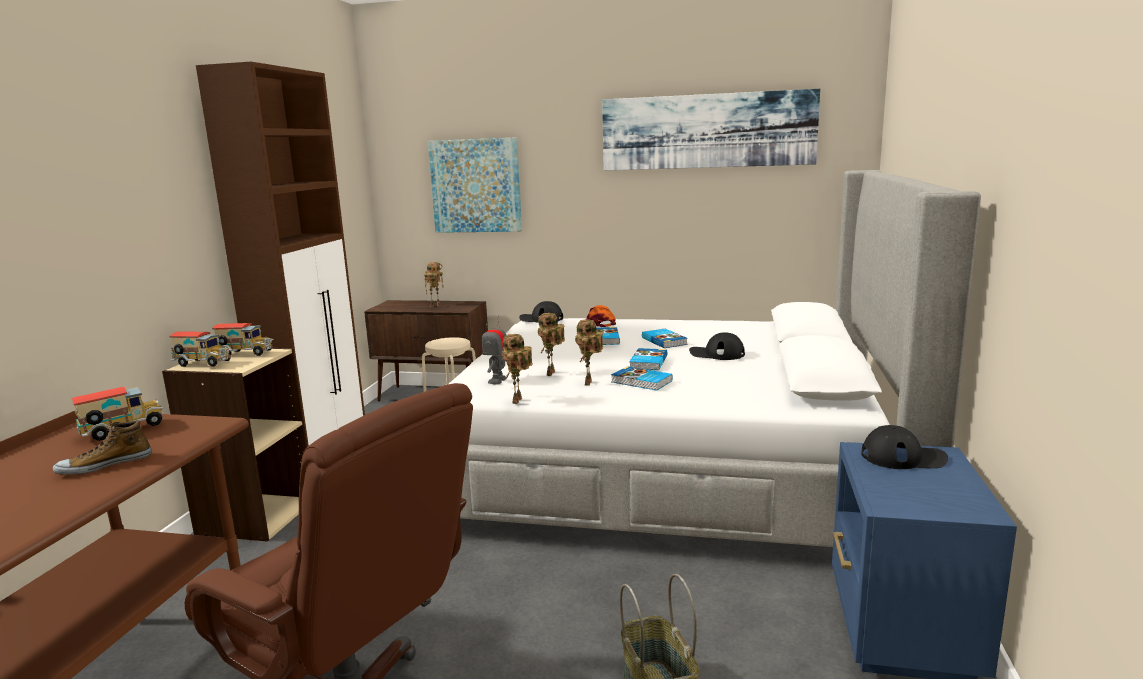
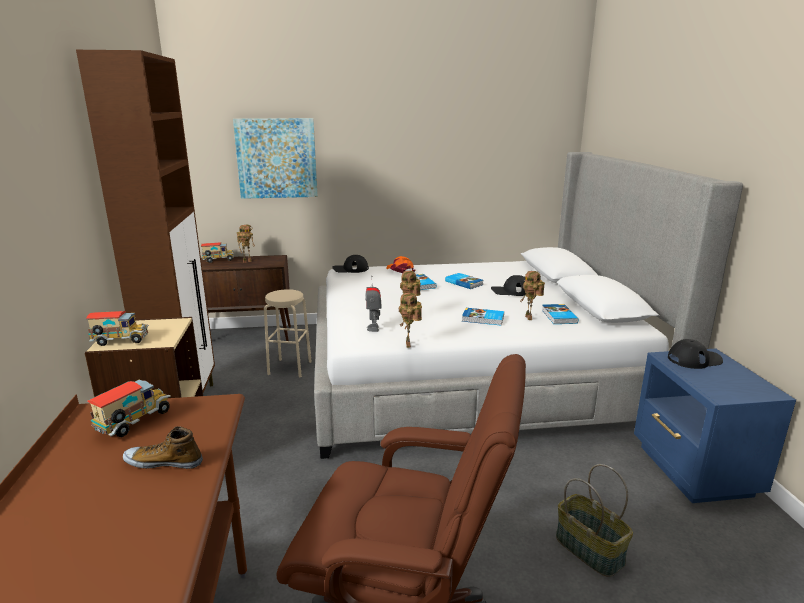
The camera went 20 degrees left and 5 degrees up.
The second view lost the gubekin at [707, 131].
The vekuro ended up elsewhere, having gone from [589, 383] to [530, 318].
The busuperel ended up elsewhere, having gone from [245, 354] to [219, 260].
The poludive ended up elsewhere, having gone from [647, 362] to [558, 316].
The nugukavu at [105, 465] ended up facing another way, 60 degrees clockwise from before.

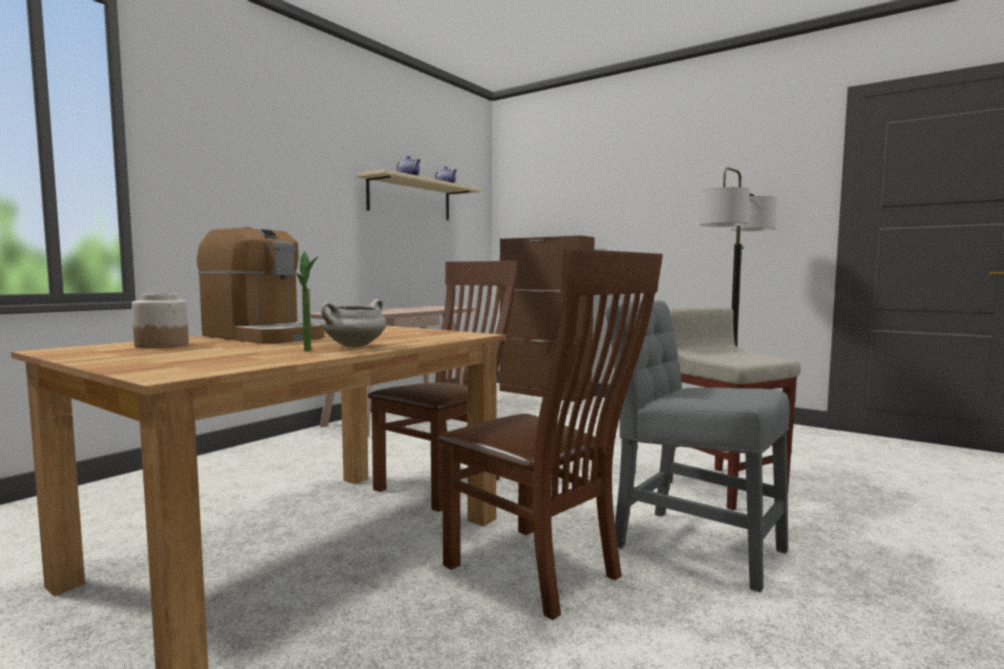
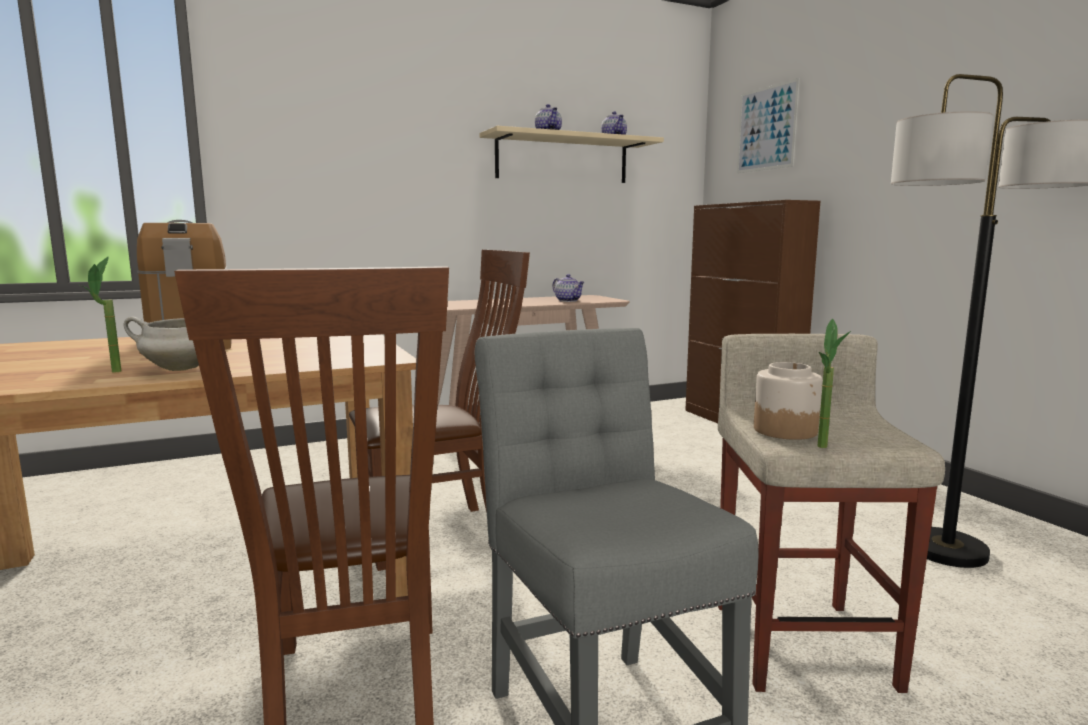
The camera went 30 degrees right and 5 degrees up.
The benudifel ended up elsewhere, having gone from [162, 345] to [785, 430].
The second view gained the gubekin at [766, 128].
The second view gained the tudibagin at [568, 301].
The second view gained the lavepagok at [825, 449].

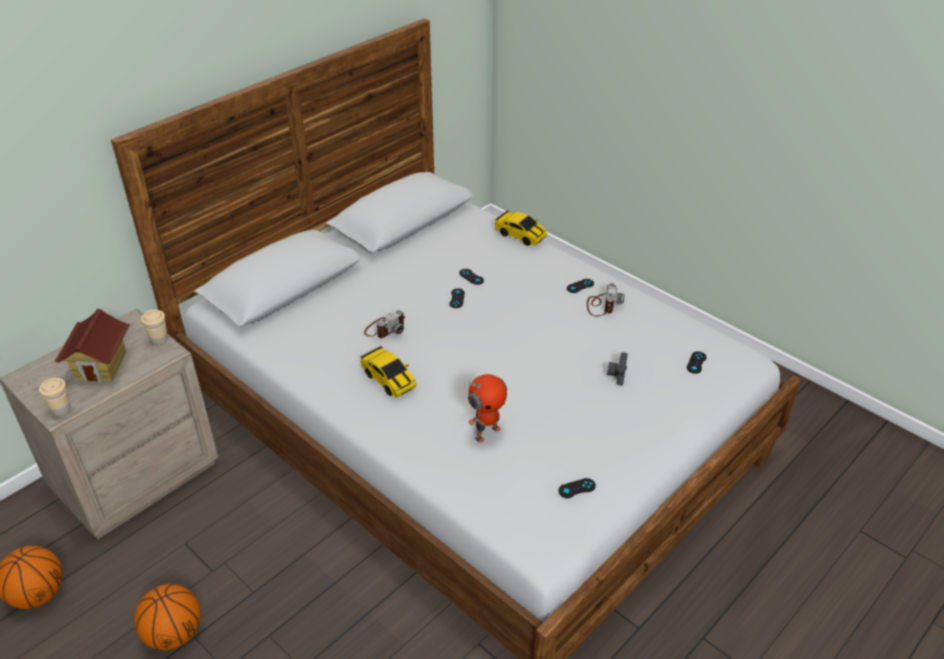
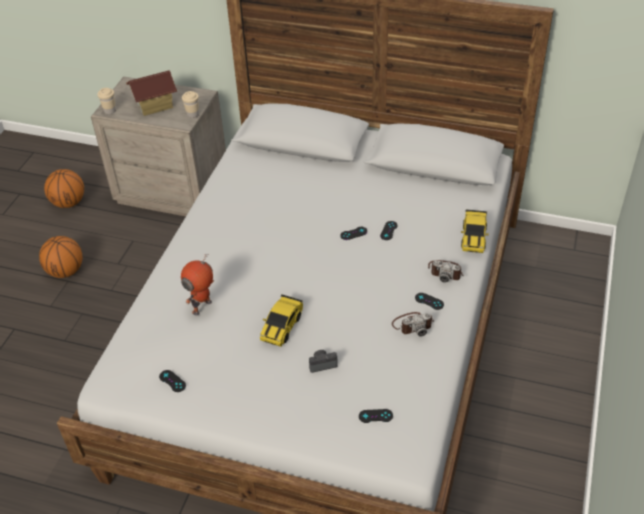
The camera went 65 degrees right and 5 degrees up.
The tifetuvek ended up elsewhere, having gone from [385, 328] to [445, 271].
The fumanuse ended up elsewhere, having gone from [389, 379] to [282, 326].
The vekuro at [486, 432] ended up facing another way, 105 degrees clockwise from before.

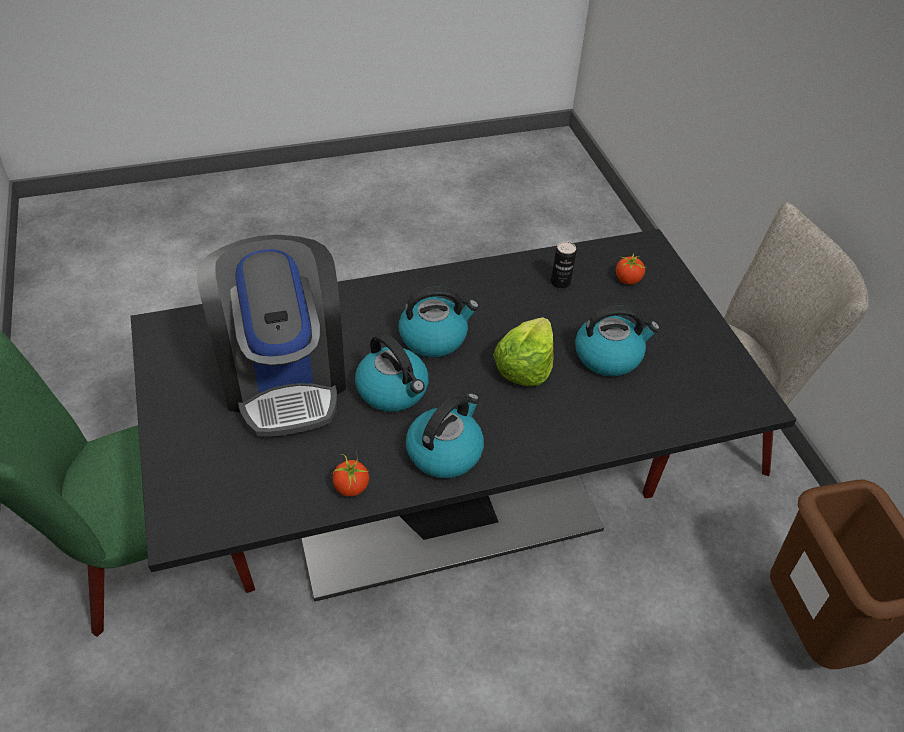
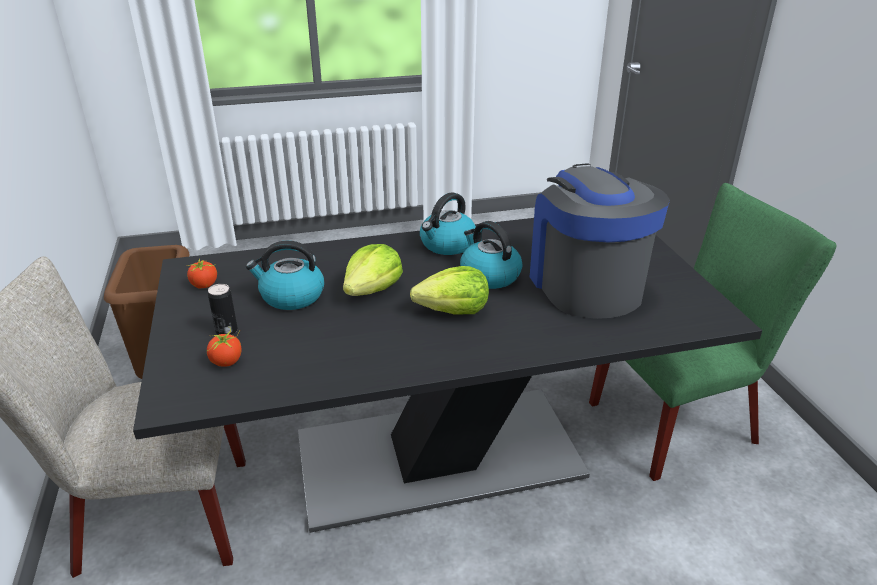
The camera went 175 degrees left and 15 degrees down.
The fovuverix ended up elsewhere, having gone from [560, 283] to [226, 331].
Where the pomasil stood at [434, 337], the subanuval came to stand at [453, 310].
The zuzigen ended up elsewhere, having gone from [351, 487] to [204, 285].

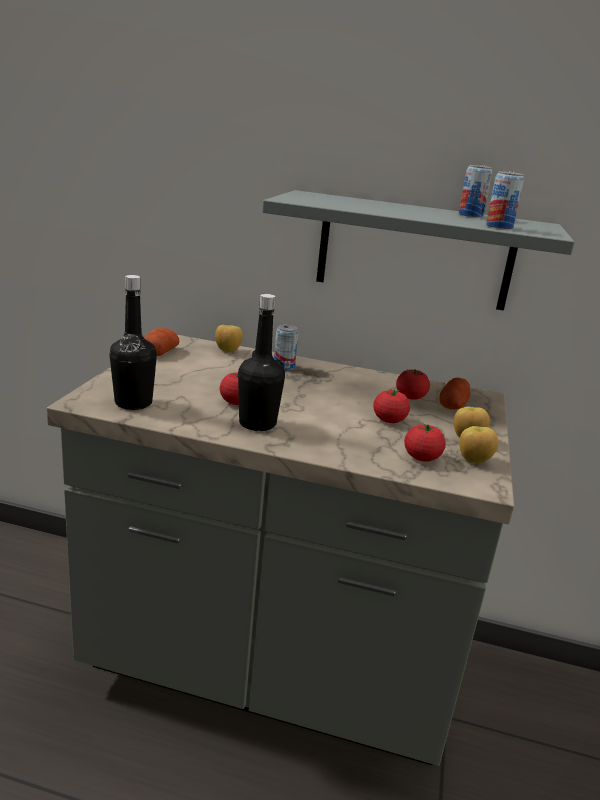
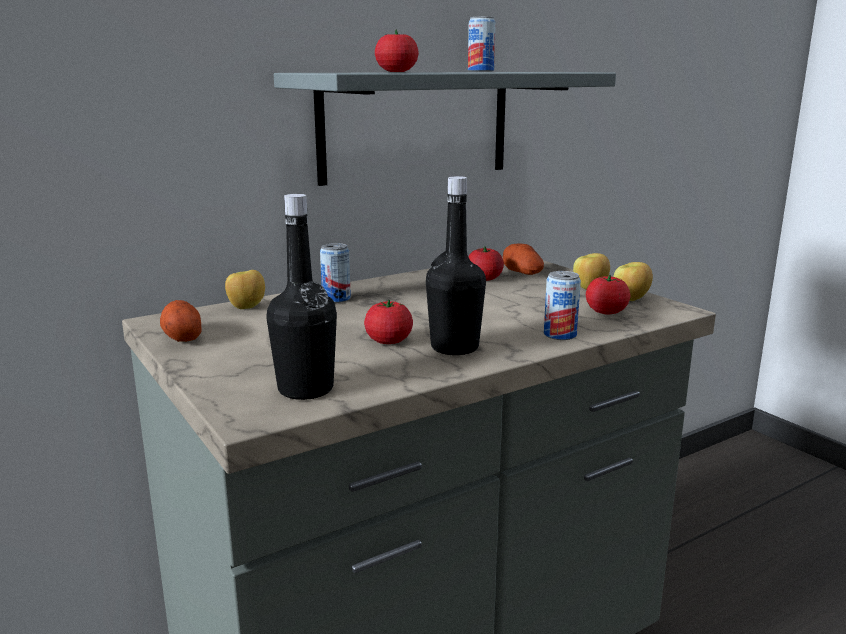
The camera went 45 degrees left and 5 degrees down.
The fovuverix ended up elsewhere, having gone from [499, 226] to [560, 335].
The zuzigen ended up elsewhere, having gone from [389, 420] to [396, 71].

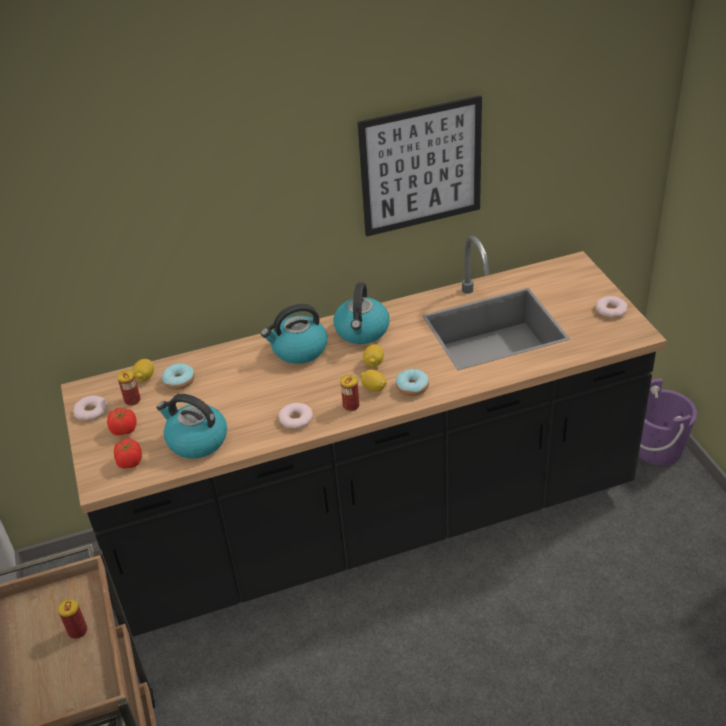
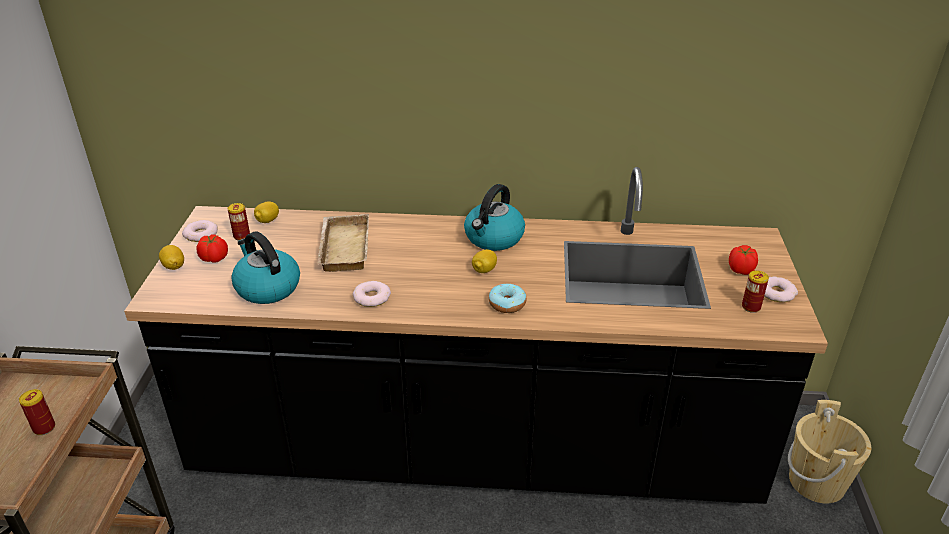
The camera went 20 degrees right and 5 degrees down.
The second view lost the gubekin at [421, 167].
The second view lost the pomasil at [299, 350].
The second view lost the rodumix at [179, 381].
The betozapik ended up elsewhere, having gone from [374, 388] to [174, 266].
The fovuverix ended up elsewhere, having gone from [351, 406] to [751, 307].
What was the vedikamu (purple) at [658, 449] turned into the vedikamu (beige) at [816, 481].
The zuzigen ended up elsewhere, having gone from [129, 462] to [740, 270].
The second view gained the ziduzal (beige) at [342, 247].

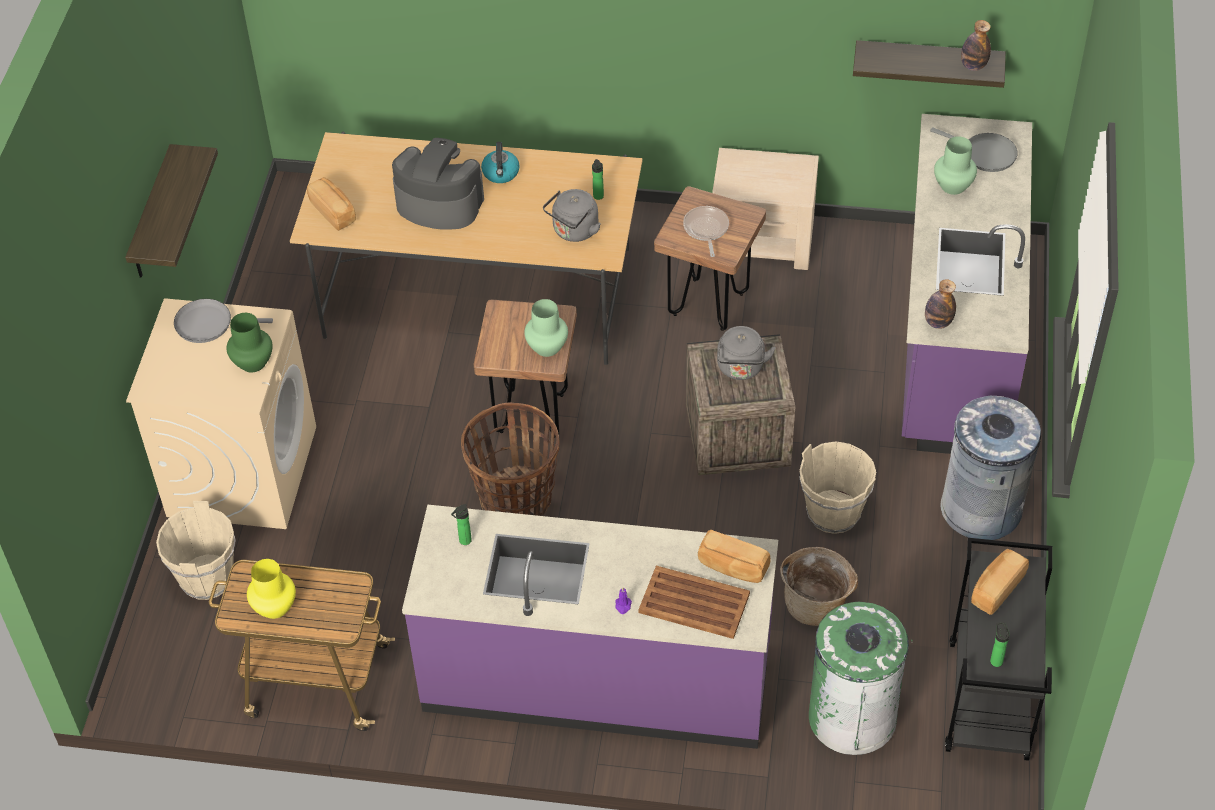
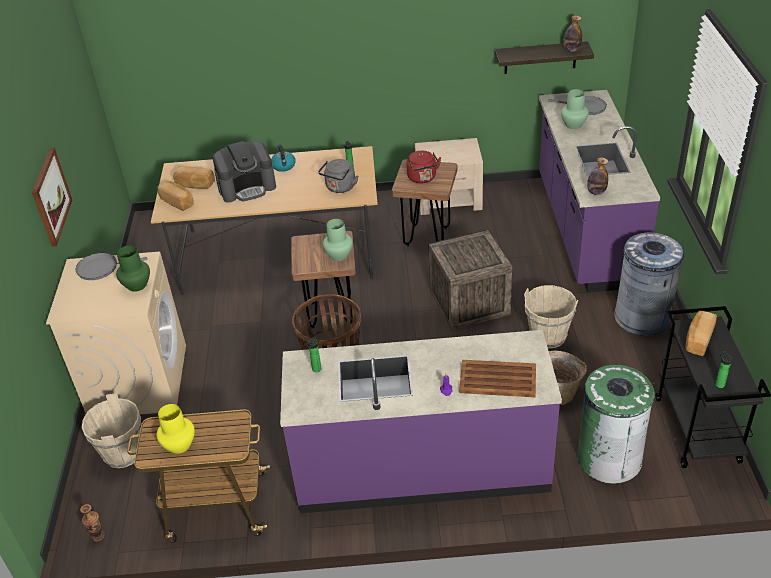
The camera went 10 degrees left and 10 degrees down.
The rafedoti at [439, 203] ended up facing another way, 150 degrees clockwise from before.
Where the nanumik hung at [152, 216], the gubekin came to hang at [50, 196].
Where the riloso stood at [706, 229], the pomasil (red) came to stand at [423, 178].
The second view lost the pomasil (grey) at [741, 369].
The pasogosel ended up elsewhere, having gone from [733, 566] to [195, 185].
The second view gained the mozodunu at [98, 536].

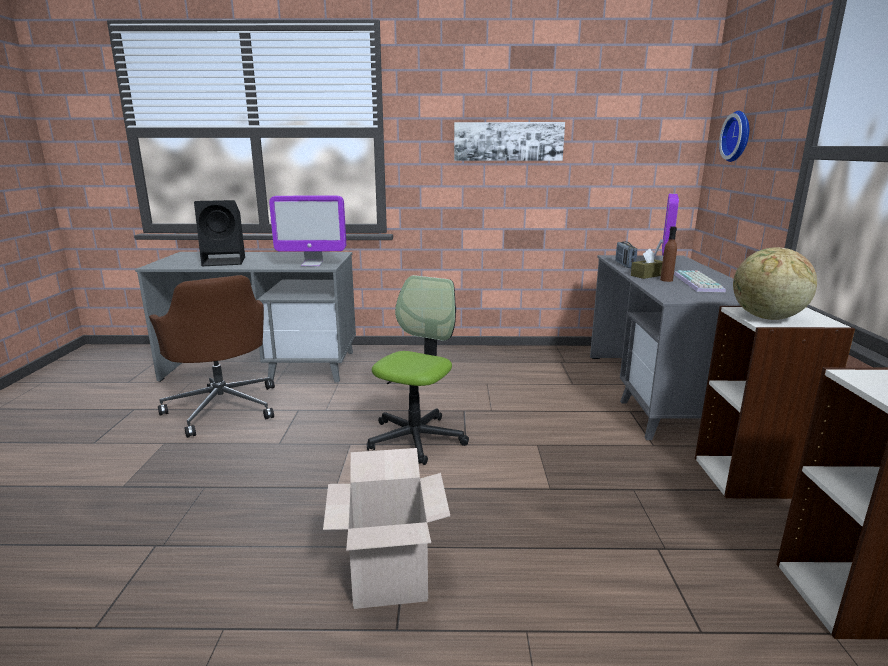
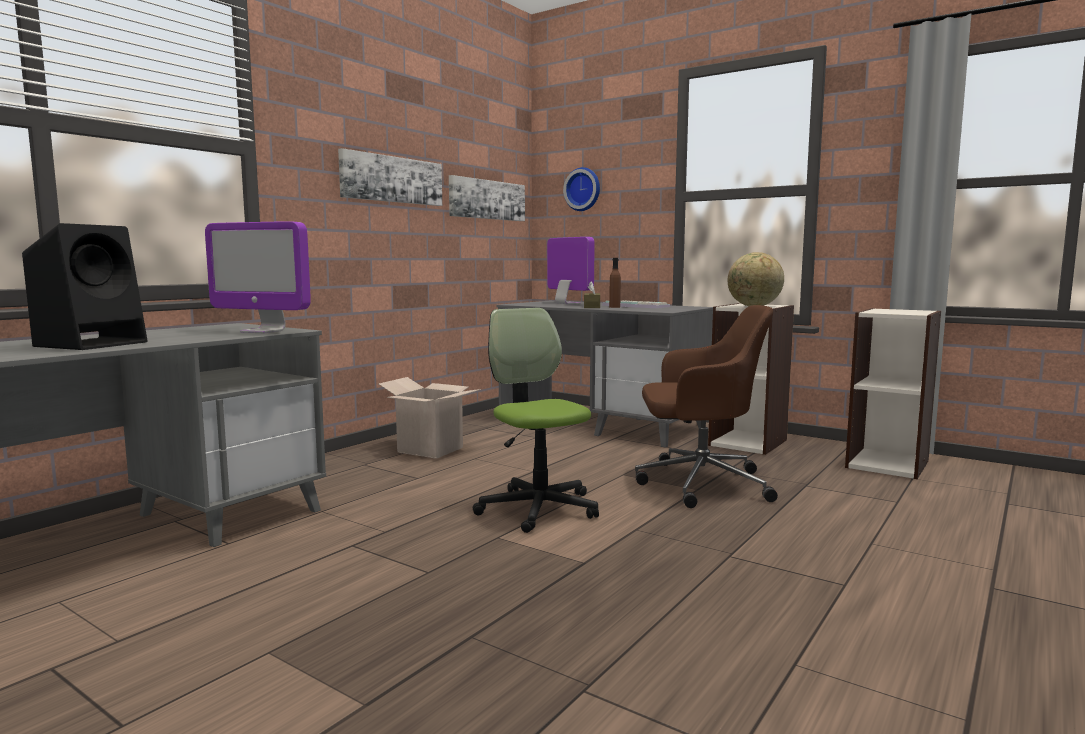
The camera went 55 degrees left and 10 degrees down.
The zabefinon at [312, 264] ended up facing another way, 75 degrees clockwise from before.
The second view lost the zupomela at [624, 265].
The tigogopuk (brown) ended up elsewhere, having gone from [223, 407] to [699, 484].
The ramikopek ended up elsewhere, having gone from [389, 576] to [430, 450].
The second view gained the gubekin at [487, 199].

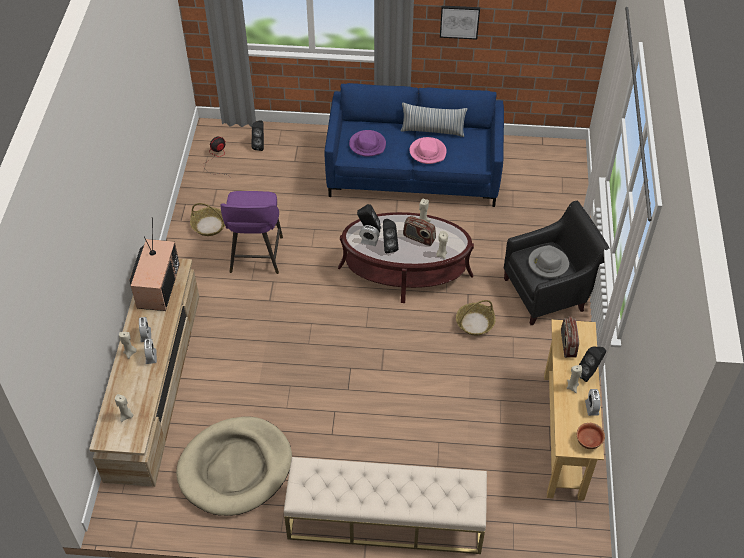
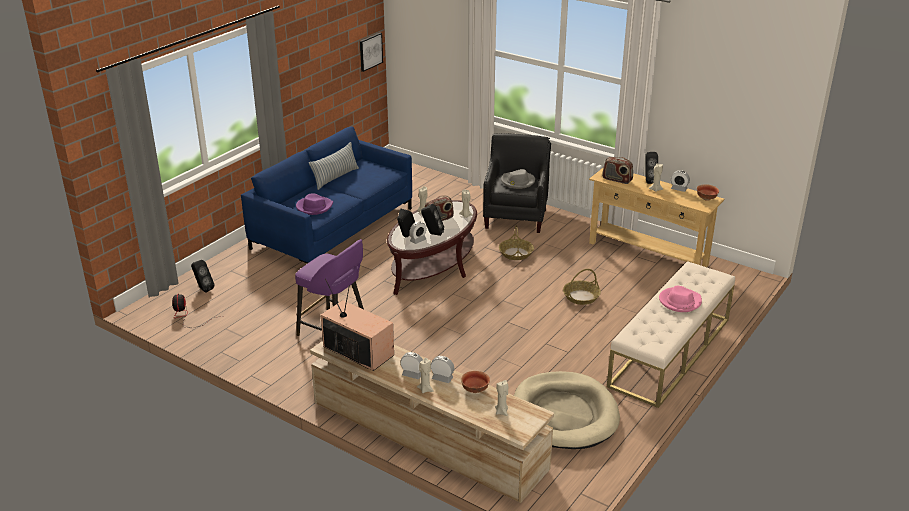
The camera went 60 degrees left and 20 degrees down.
The gubekin ended up elsewhere, having gone from [459, 21] to [370, 51].
The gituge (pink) ended up elsewhere, having gone from [428, 152] to [679, 301].
The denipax ended up elsewhere, having gone from [209, 225] to [581, 297].
The second view gained the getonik at [475, 389].

